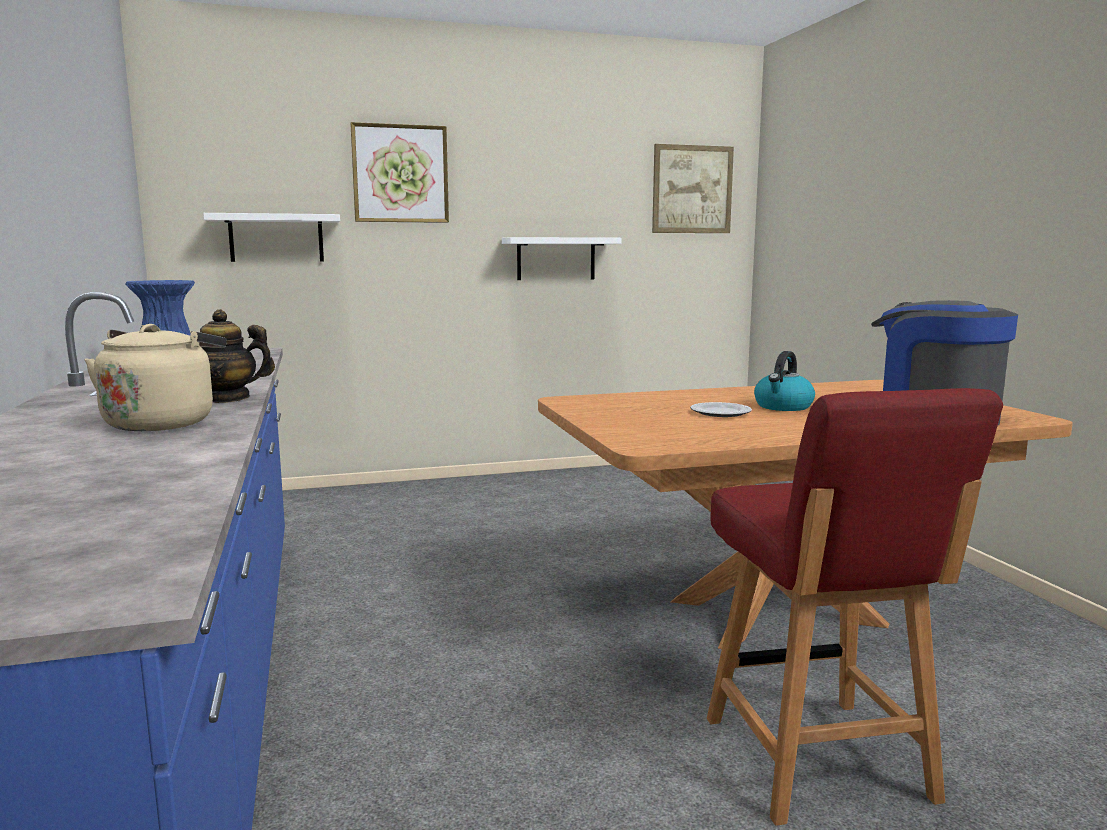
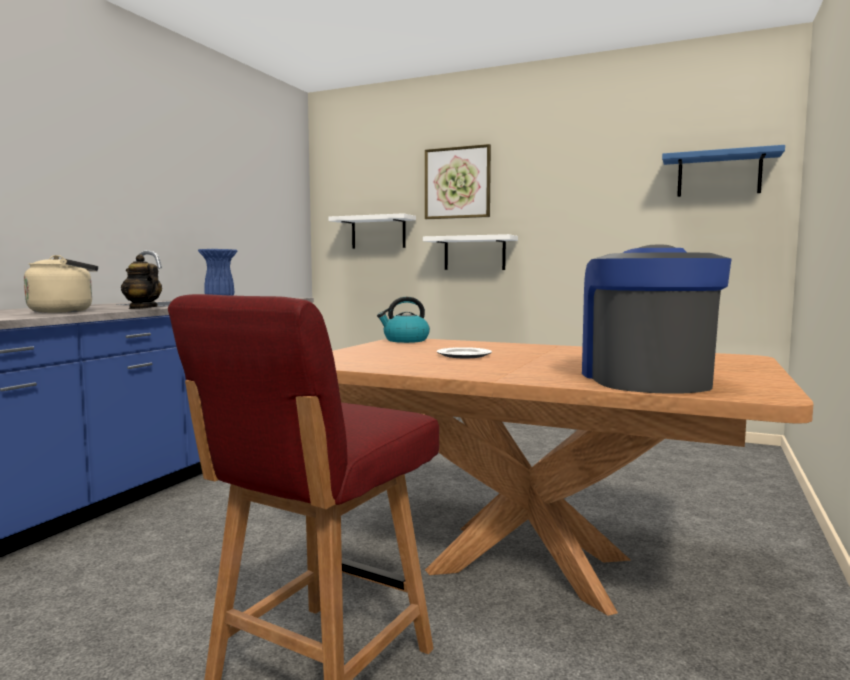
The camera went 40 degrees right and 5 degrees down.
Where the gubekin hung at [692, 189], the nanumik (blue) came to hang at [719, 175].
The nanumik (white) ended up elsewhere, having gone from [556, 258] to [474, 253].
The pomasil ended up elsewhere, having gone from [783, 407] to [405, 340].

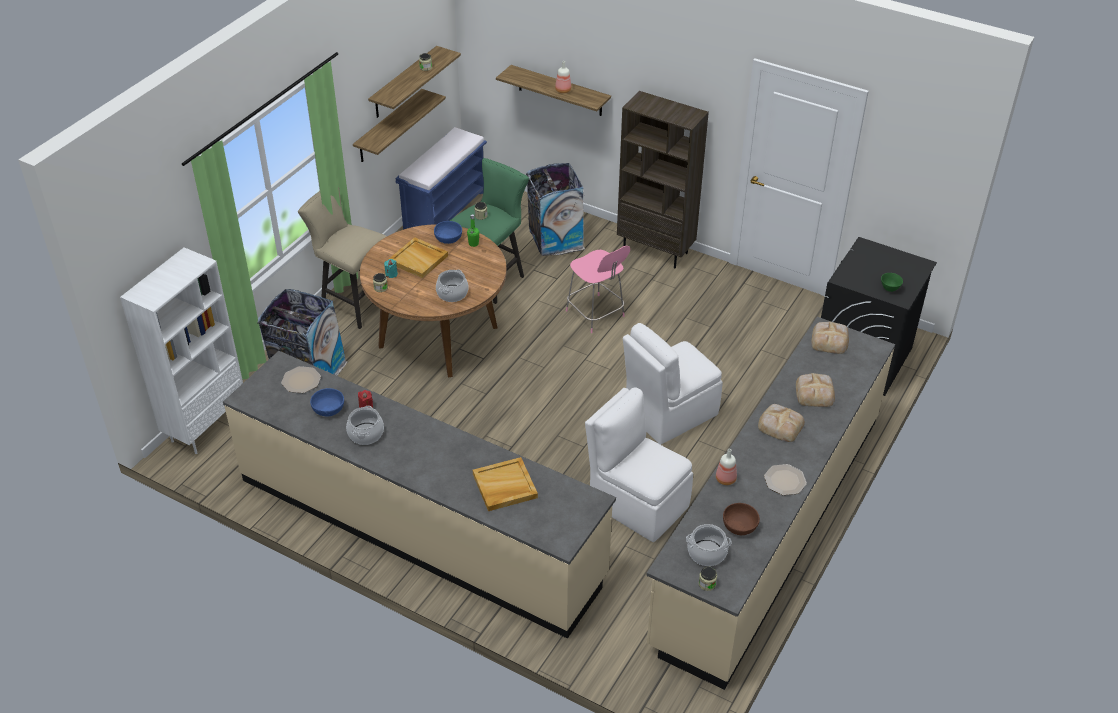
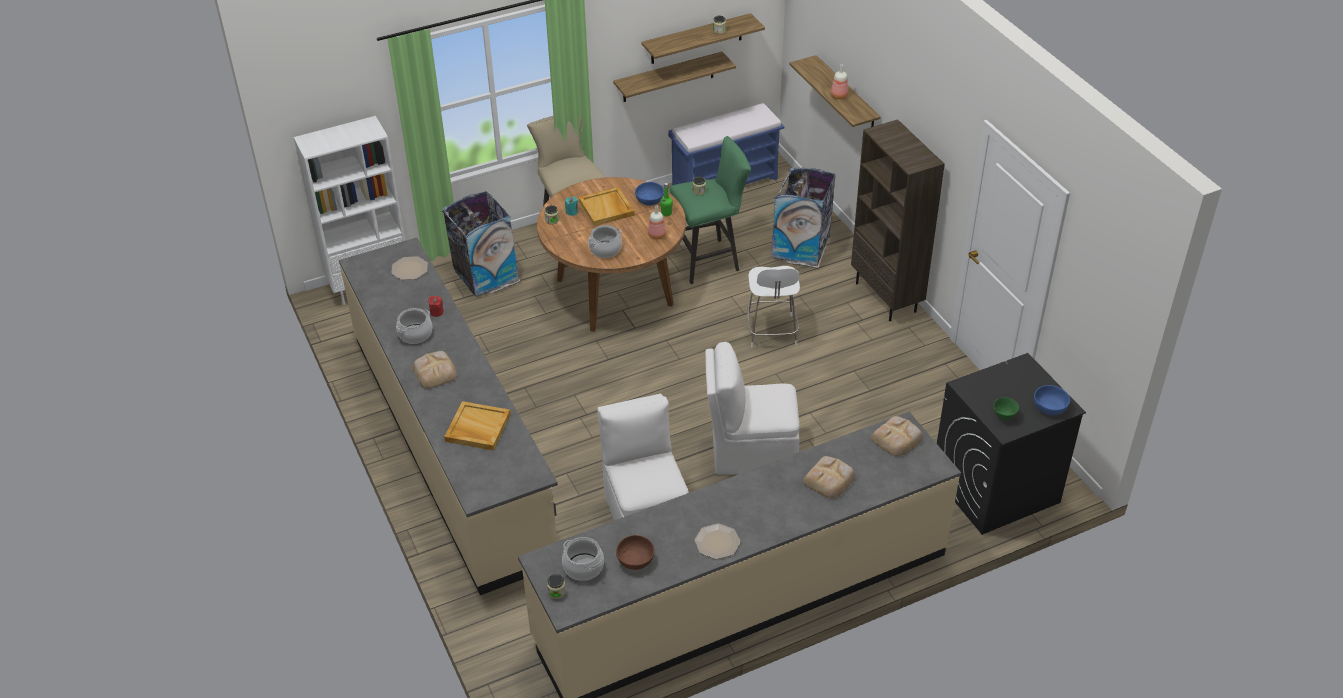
The camera went 35 degrees right and 0 degrees up.
What was the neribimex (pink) at [596, 315] turned into the neribimex (white) at [771, 332].
The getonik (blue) ended up elsewhere, having gone from [328, 409] to [1050, 407].
The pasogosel ended up elsewhere, having gone from [780, 425] to [435, 372].
The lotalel ended up elsewhere, having gone from [726, 479] to [657, 235].

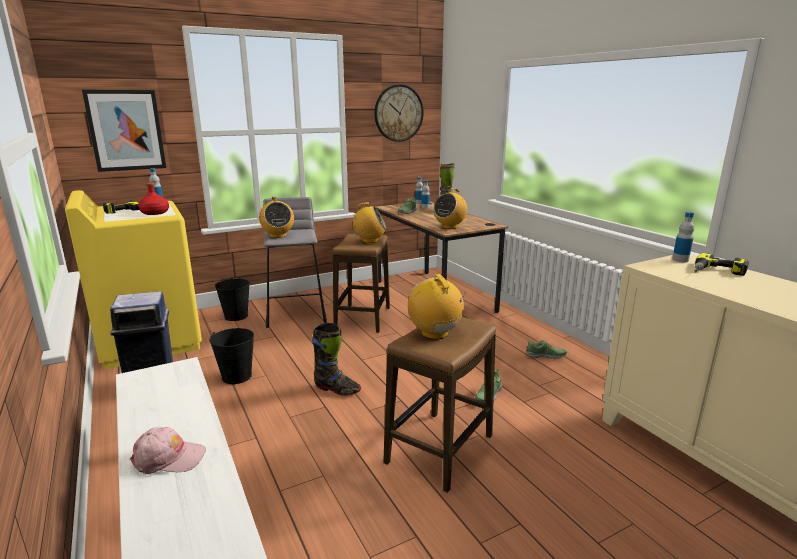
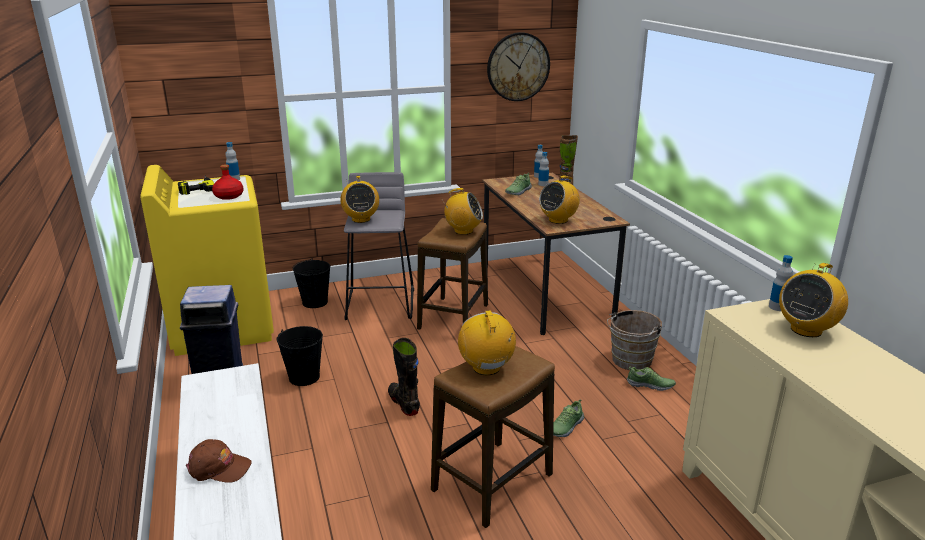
The camera went 10 degrees right and 5 degrees up.
The second view lost the gubekin at [126, 130].
Where the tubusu stood at [717, 272], the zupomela came to stand at [806, 329].
The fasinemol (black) at [337, 389] ended up facing another way, 150 degrees counterclockwise from before.
What was the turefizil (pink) at [168, 458] turned into the turefizil (brown) at [219, 467].
The second view gained the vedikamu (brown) at [629, 361].

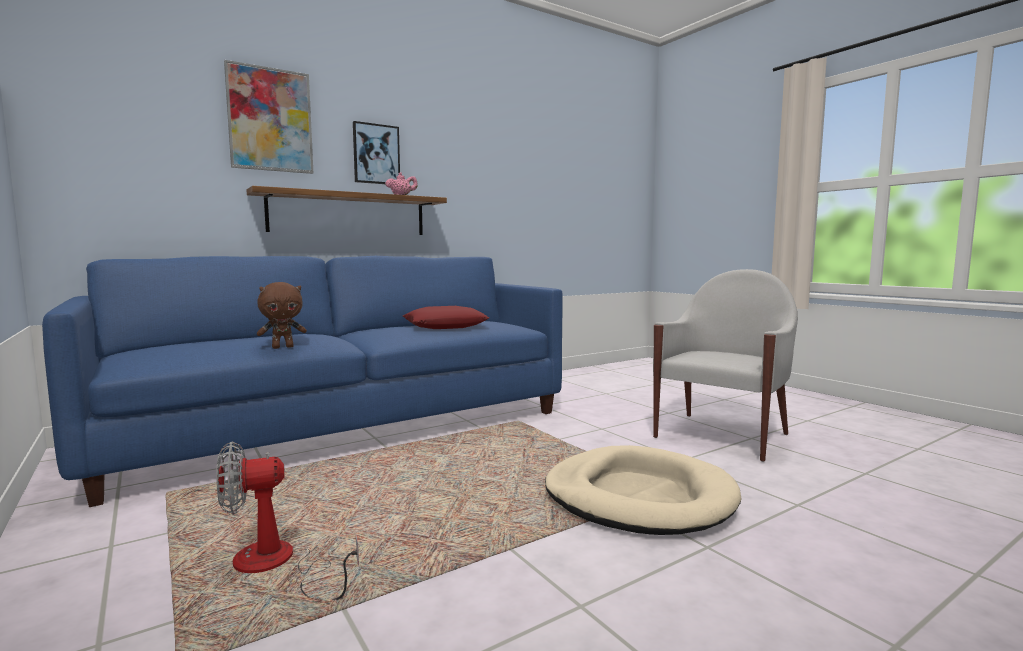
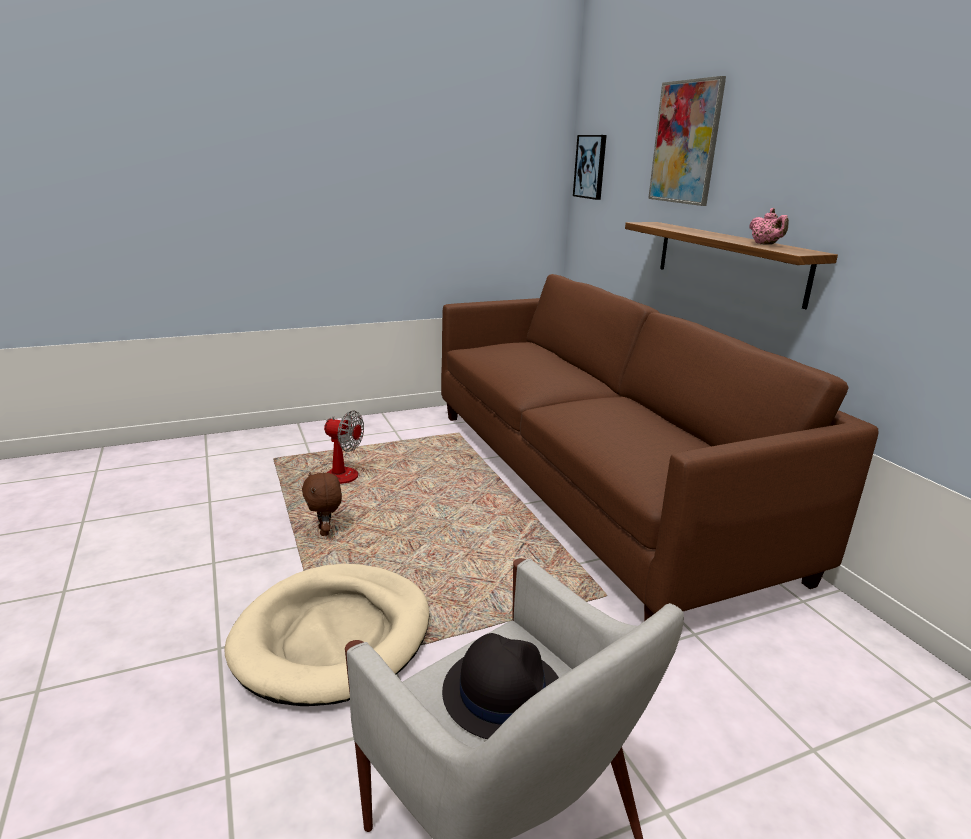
The camera went 100 degrees right and 15 degrees up.
The gubekin ended up elsewhere, having gone from [376, 154] to [590, 167].
What was the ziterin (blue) at [346, 427] turned into the ziterin (brown) at [591, 483].
The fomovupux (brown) ended up elsewhere, having gone from [283, 347] to [325, 532].
The second view lost the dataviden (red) at [445, 326].
The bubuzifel at [277, 566] ended up facing another way, 120 degrees clockwise from before.
The second view gained the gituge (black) at [502, 692].

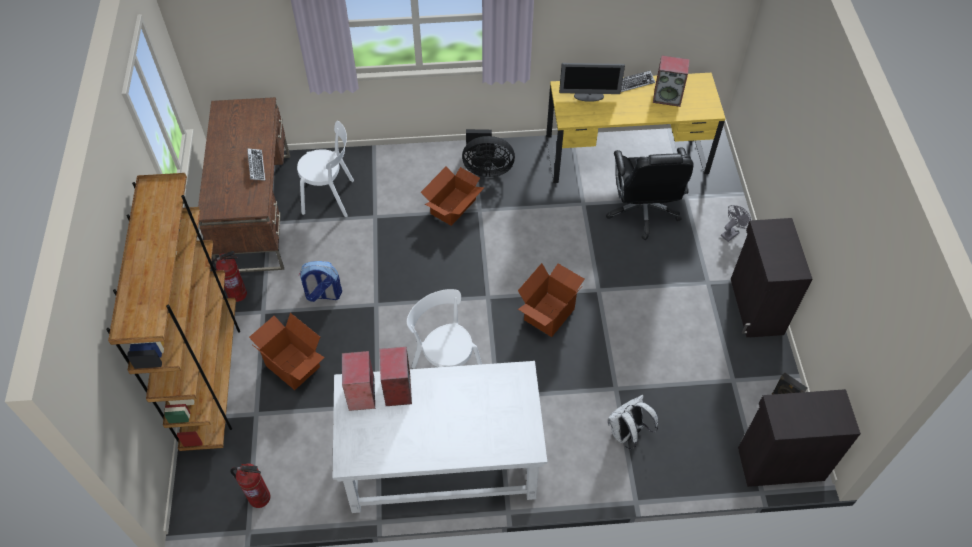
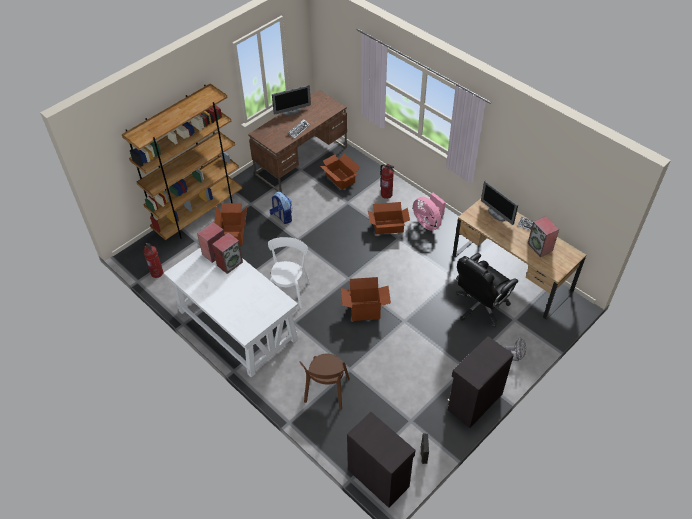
The camera went 50 degrees right and 5 degrees down.
What was the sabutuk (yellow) at [626, 155] turned into the sabutuk (brown) at [511, 273].
Where the neribimex (white) stood at [331, 197], the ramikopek came to stand at [340, 179].
What was the bubuzifel (black) at [486, 169] turned into the bubuzifel (pink) at [428, 222].
The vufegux ended up elsewhere, having gone from [237, 294] to [386, 194].
Where the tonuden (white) stood at [627, 434], the neribimex (brown) came to stand at [326, 392].
The second view gained the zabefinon at [292, 112].

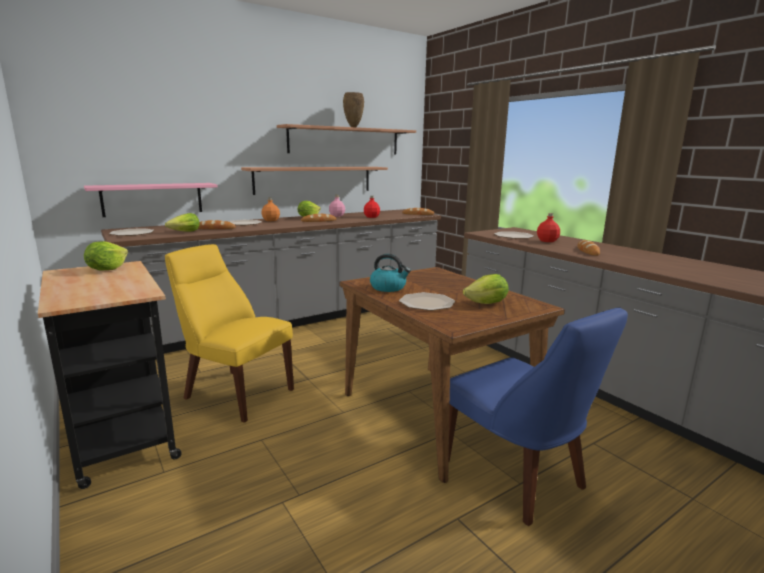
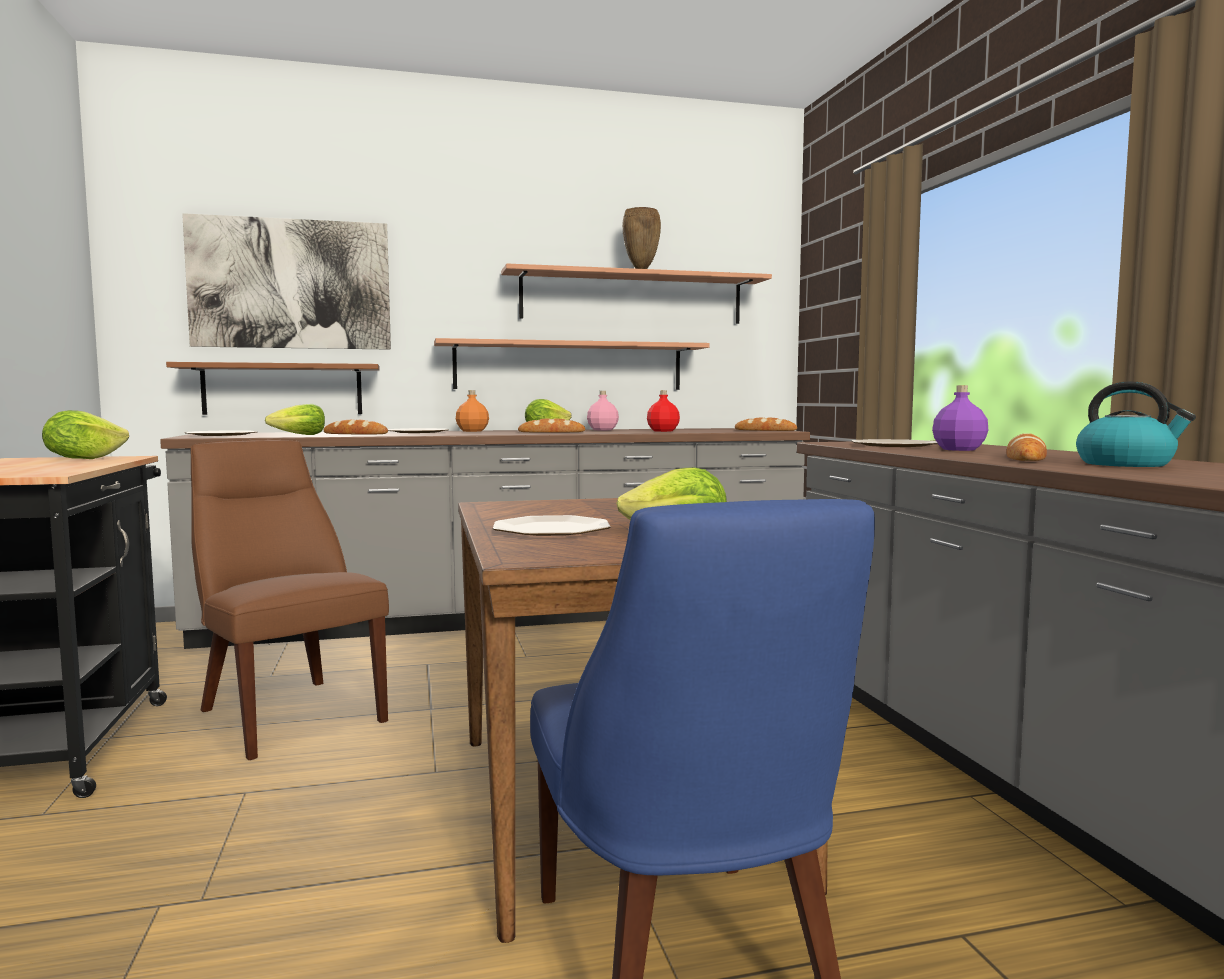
The camera went 20 degrees right and 10 degrees down.
What was the nanumik (pink) at [153, 199] turned into the nanumik (brown) at [283, 389].
What was the lotalel (red) at [547, 241] turned into the lotalel (purple) at [958, 449].
What was the neribimex (yellow) at [235, 393] turned into the neribimex (brown) at [287, 713].
The pomasil ended up elsewhere, having gone from [388, 288] to [1126, 464].
The second view gained the gubekin at [290, 284].

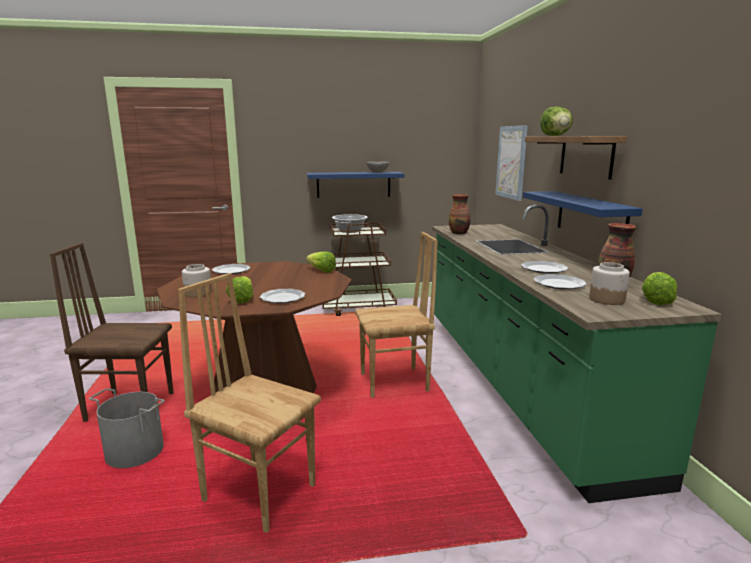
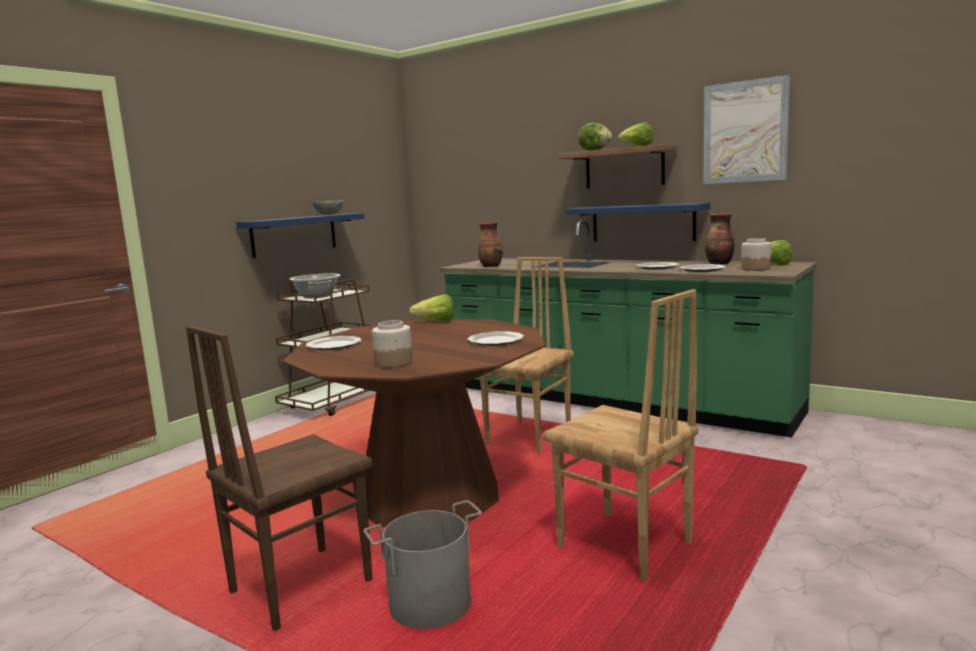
The camera went 45 degrees left and 5 degrees down.
The gubekin ended up elsewhere, having gone from [511, 162] to [745, 132].
The neribimex (brown) at [260, 492] ended up facing another way, 120 degrees counterclockwise from before.
The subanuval ended up elsewhere, having gone from [244, 298] to [634, 147].

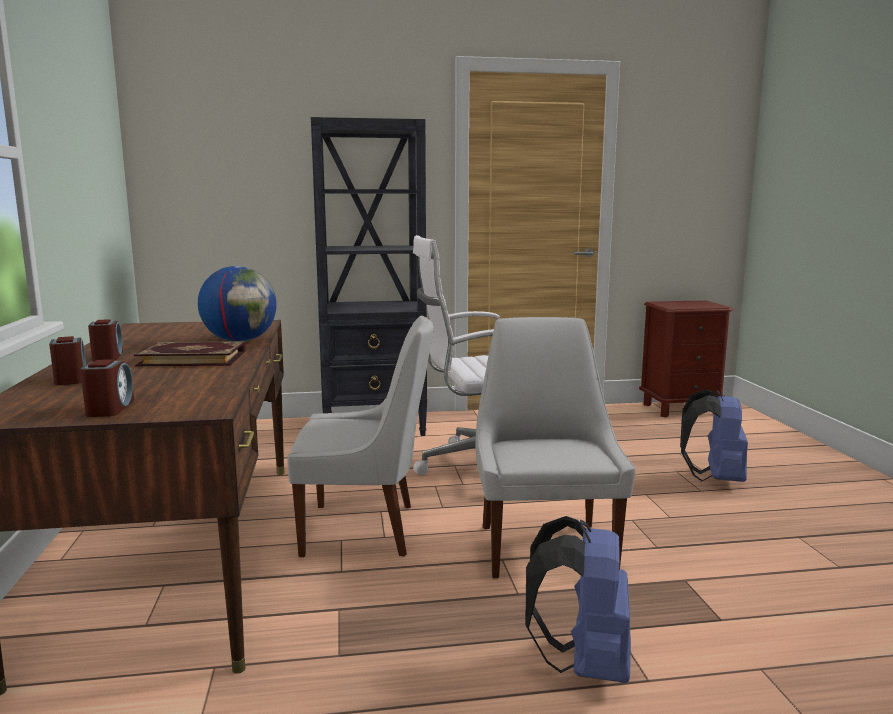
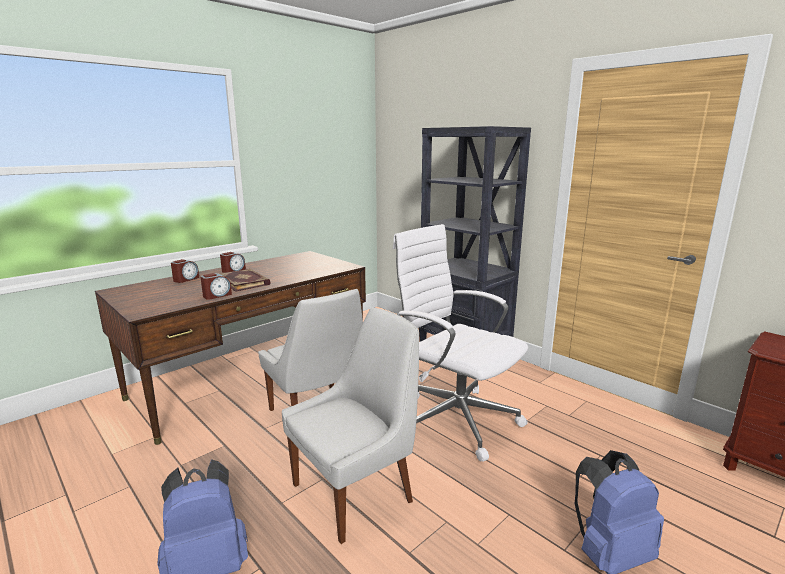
The camera went 55 degrees right and 5 degrees up.
The second view lost the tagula at [240, 341].
The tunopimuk ended up elsewhere, having gone from [110, 408] to [217, 295].

